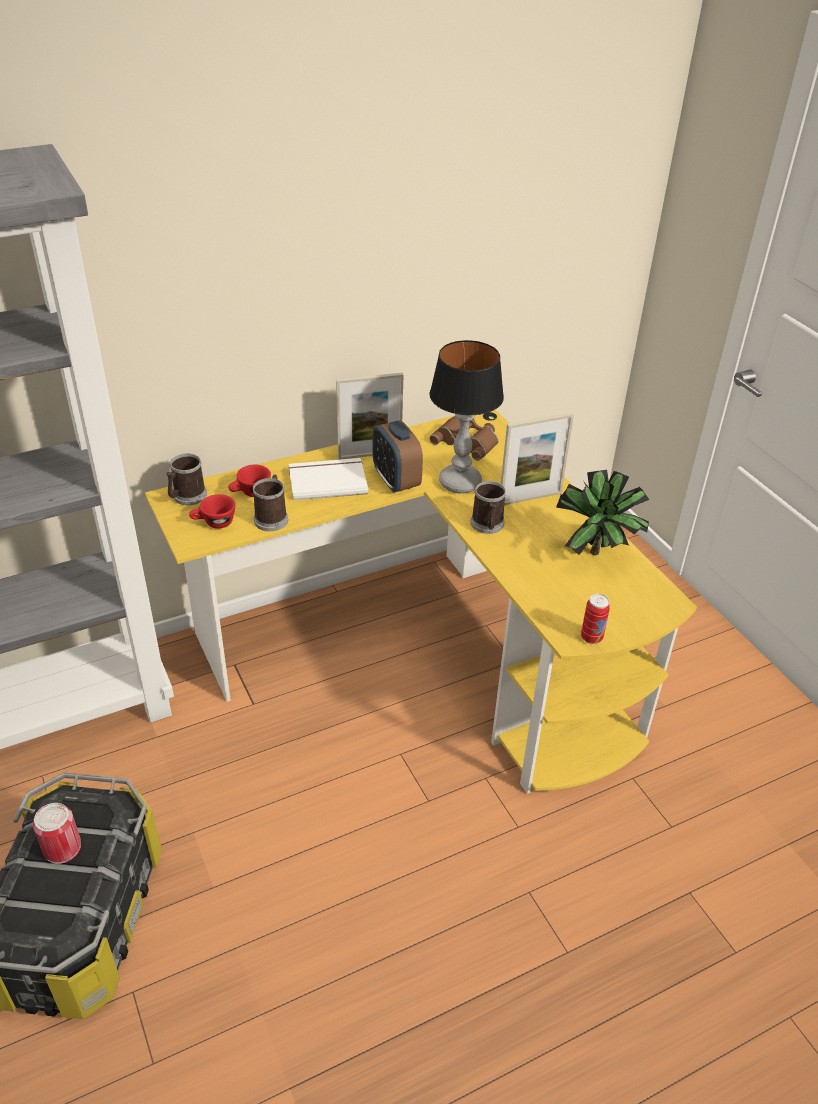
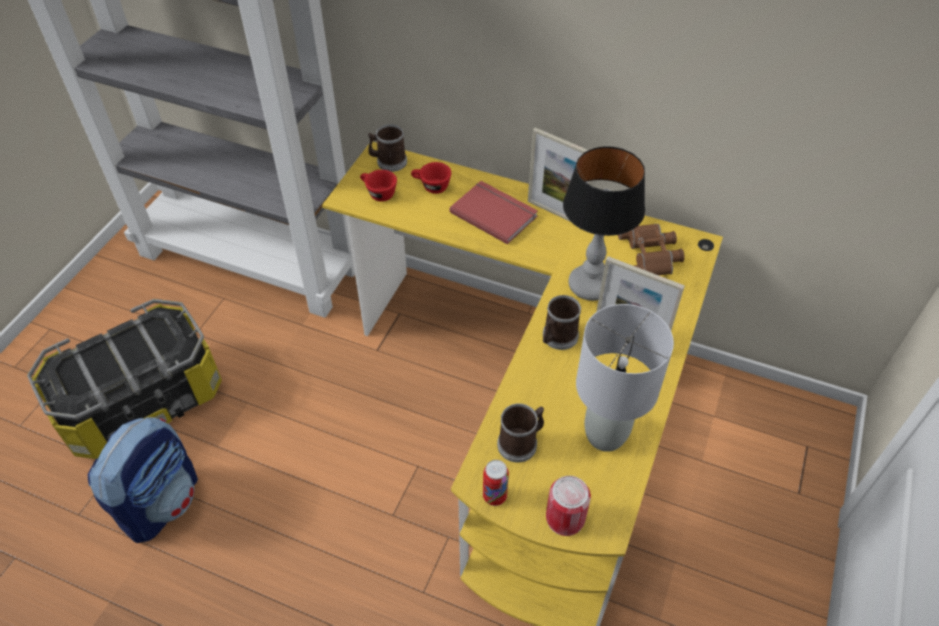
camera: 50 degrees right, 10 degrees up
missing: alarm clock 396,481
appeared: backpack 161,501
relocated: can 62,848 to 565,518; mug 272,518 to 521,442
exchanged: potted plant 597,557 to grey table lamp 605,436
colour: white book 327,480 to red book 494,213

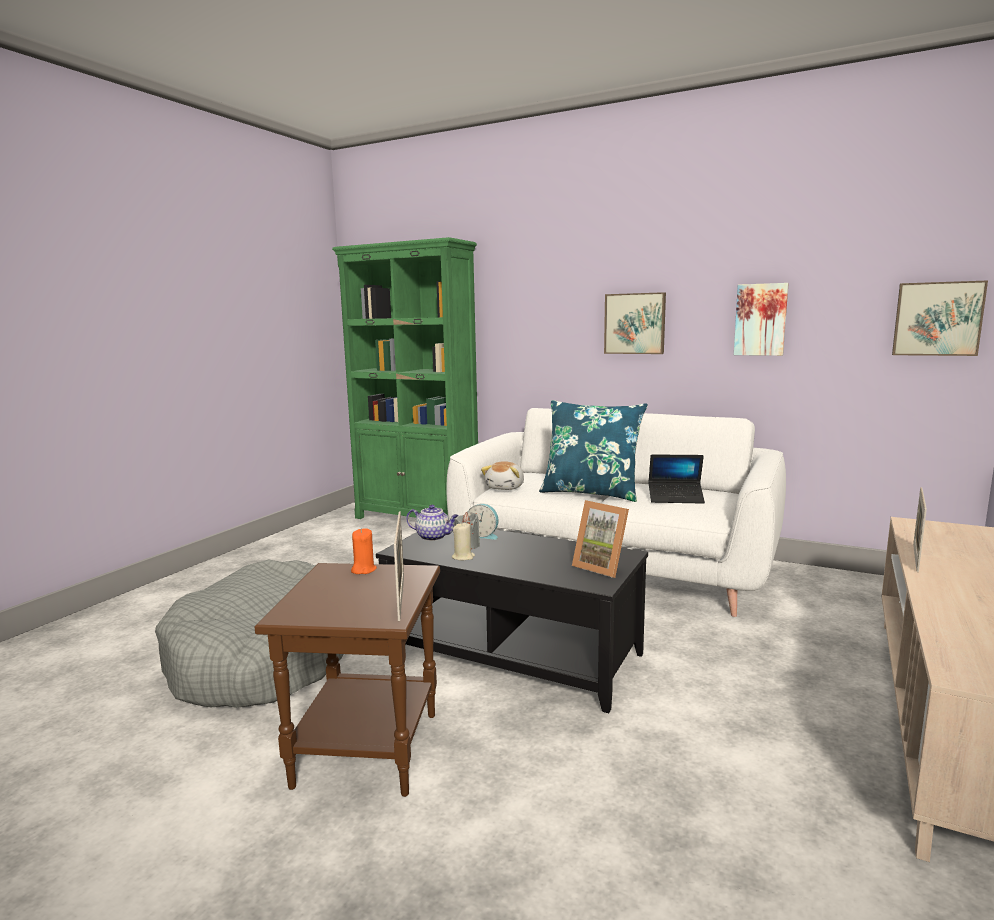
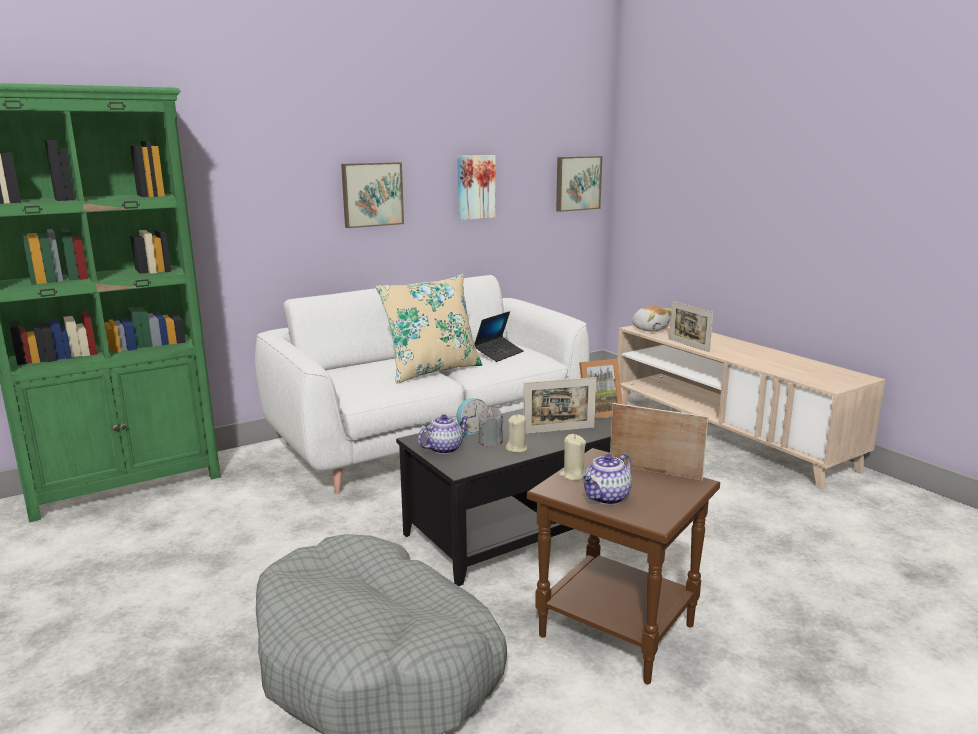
camera: 60 degrees left, 5 degrees up
appeared: picture frame 559,430; teapot 606,498
relocated: plush toy 506,487 to 650,329
colour: orange candle 363,570 to beige candle 573,475; blue pillow 591,493 to beige pillow 432,370

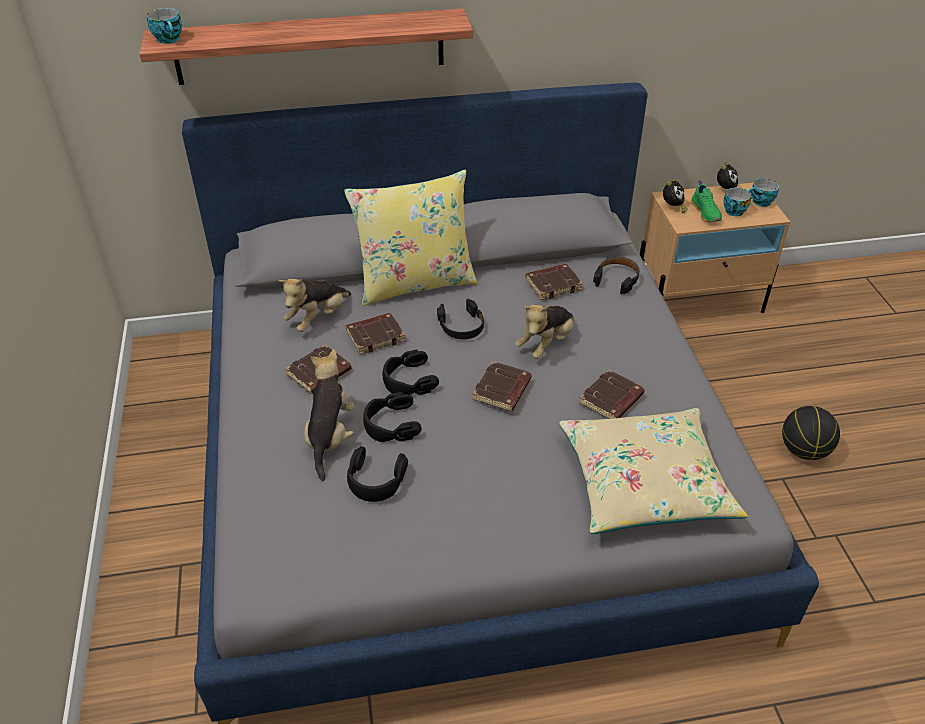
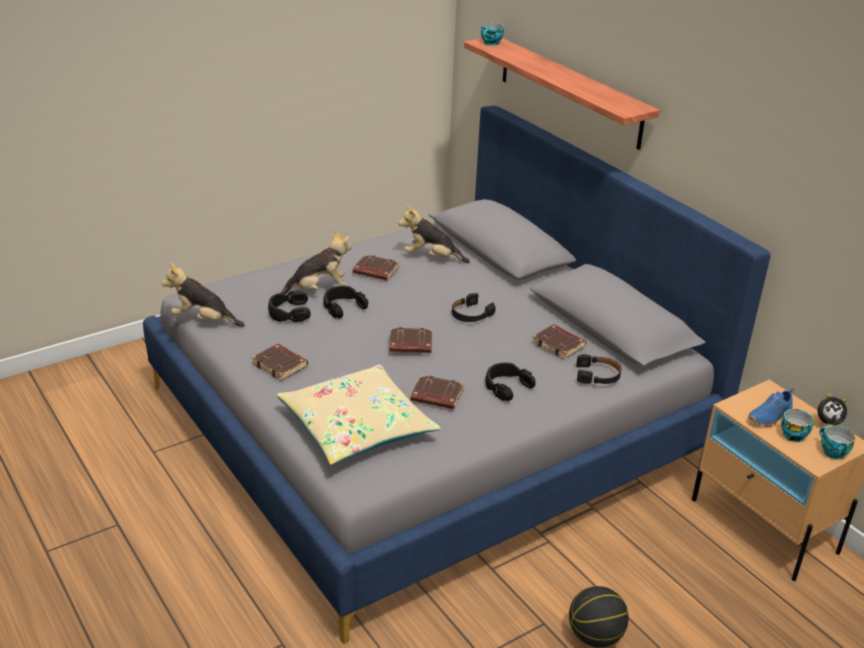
camera: 65 degrees right, 10 degrees down
missing: yellow pillow 415,282; alarm clock 672,208
relocated: brown book 375,336 to 281,365; black headphones 408,380 to 506,386; plush toy 546,344 to 203,320
colour: green shoe 706,212 to blue shoe 770,417

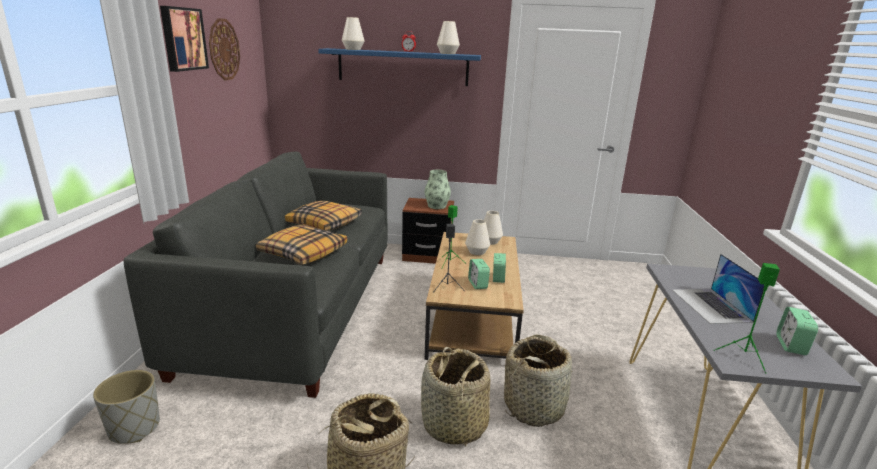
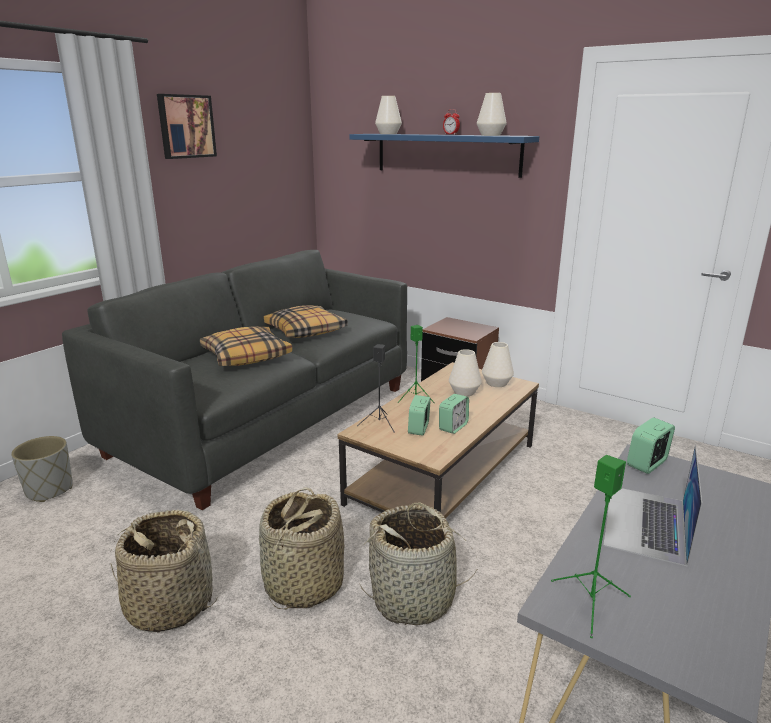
camera: 30 degrees right, 0 degrees up
missing: wall clock 224,49; vase 437,206
relocated: alarm clock 791,345 to 647,464

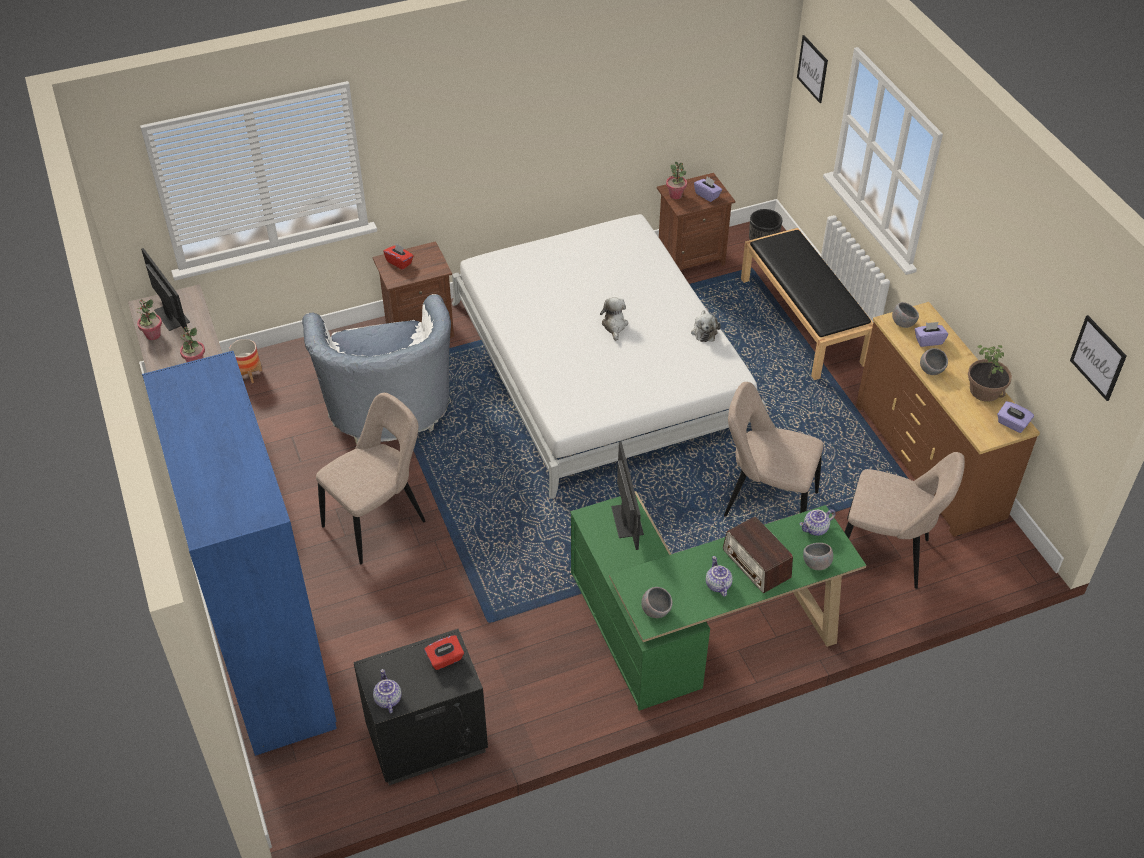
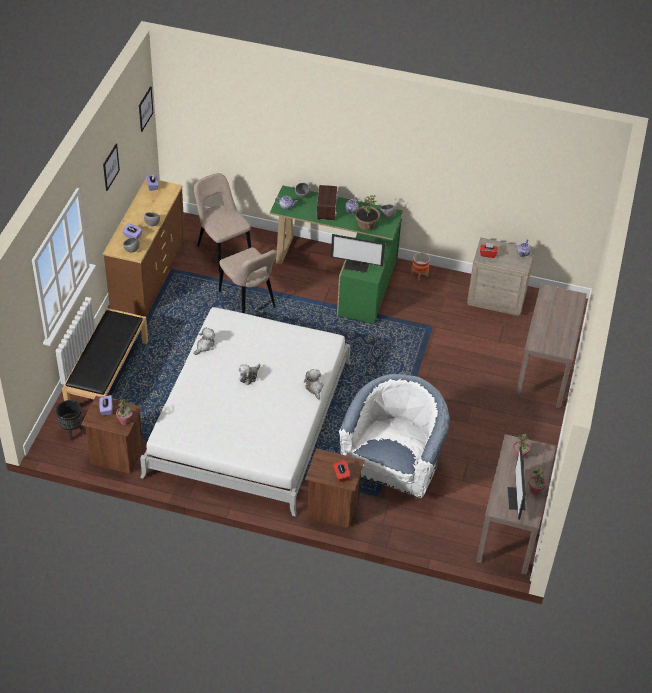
camera: 145 degrees left, 0 degrees up
missing: beige chair 378,521
appeared: plush toy 314,388
relocated: planter 249,374 to 419,275; picture 812,69 to 110,167; potted plant 985,390 to 366,224
exchanged: blue wardrobe 271,654 to brown console table 545,370
colour: black nightstand 427,740 to beige nightstand 496,298
spun: monitor 626,520 = 357,266 105 degrees counterclockwise

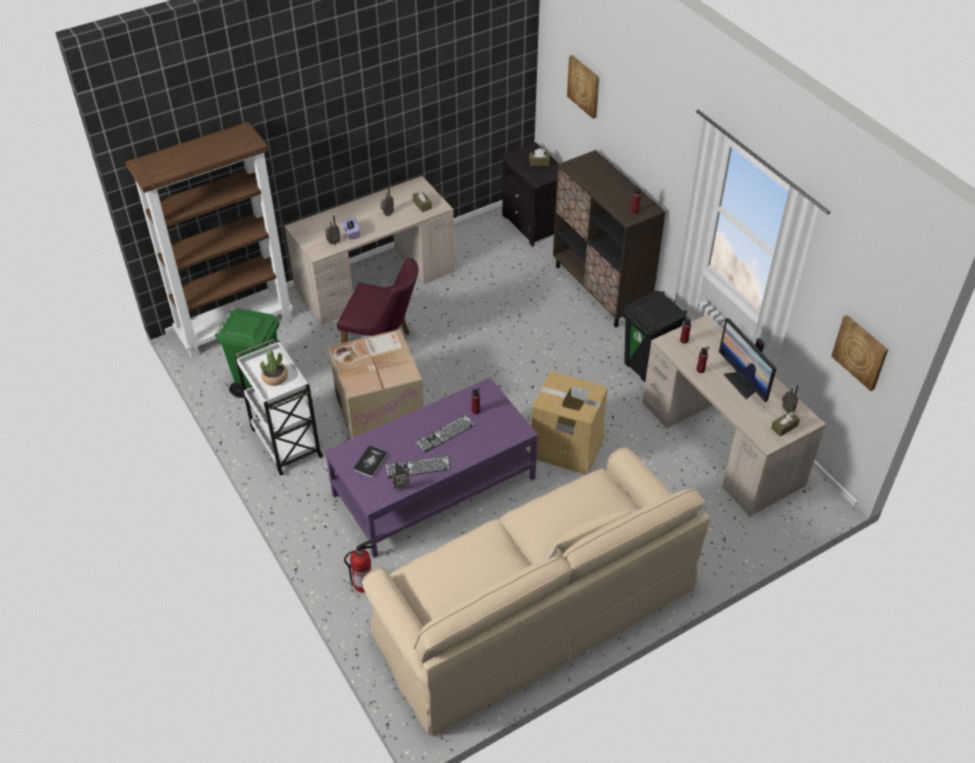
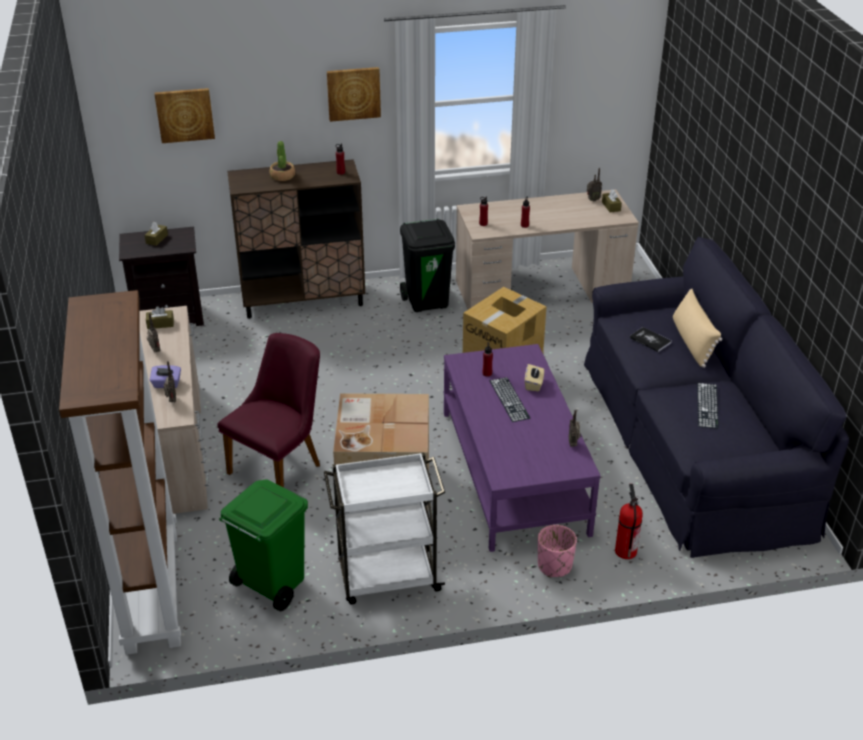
camera: 70 degrees left, 10 degrees down
missing: monitor 742,383
appeared: beige tissue box 534,384; pink planter 554,566
relocated: potted plant 275,377 to 282,176; book 370,462 to 650,340; keyboard 418,467 to 707,405; picture 860,352 to 353,93
colour: beige sofa 533,609 to black sofa 691,441

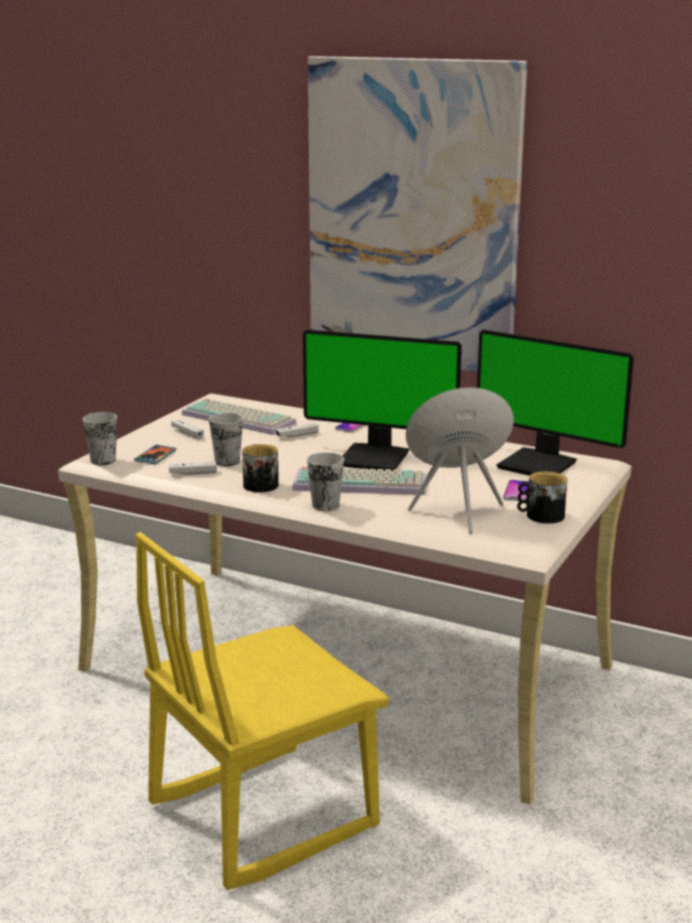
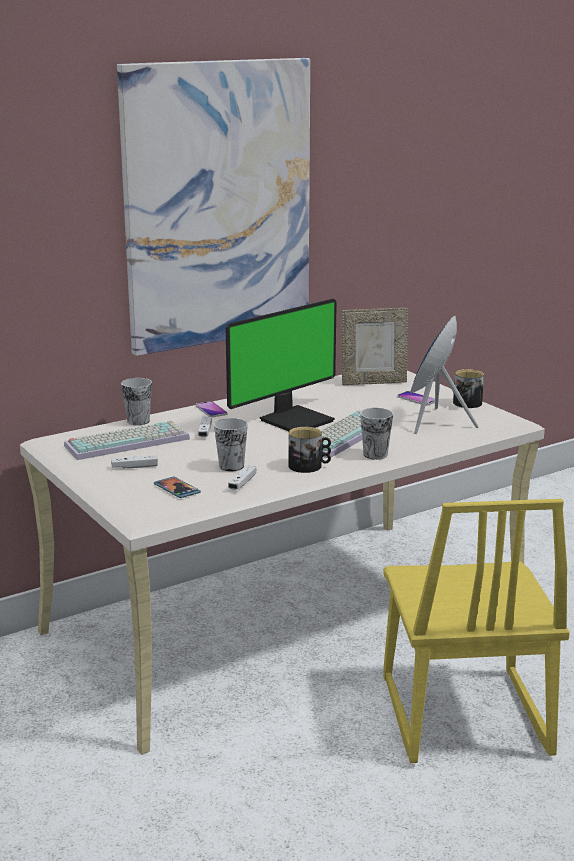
camera: 60 degrees left, 0 degrees up
relocated: cup 103,460 to 138,421
exchanged: monitor 539,464 to picture frame 373,382

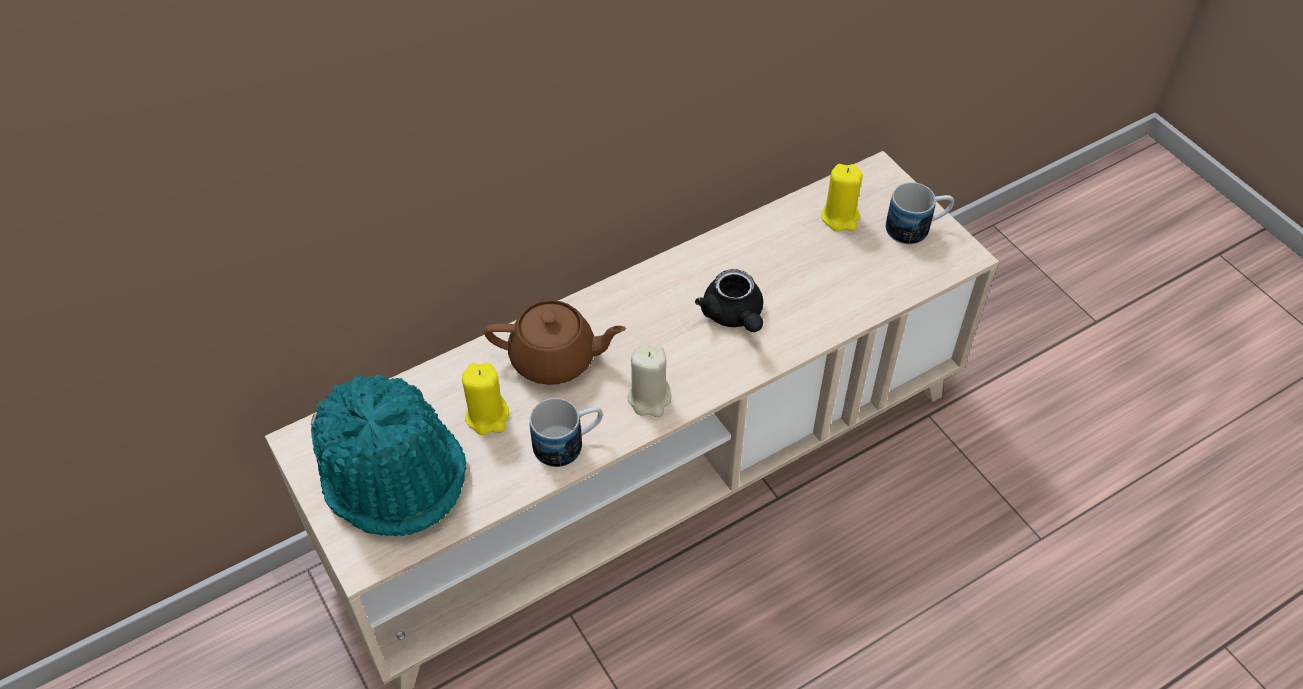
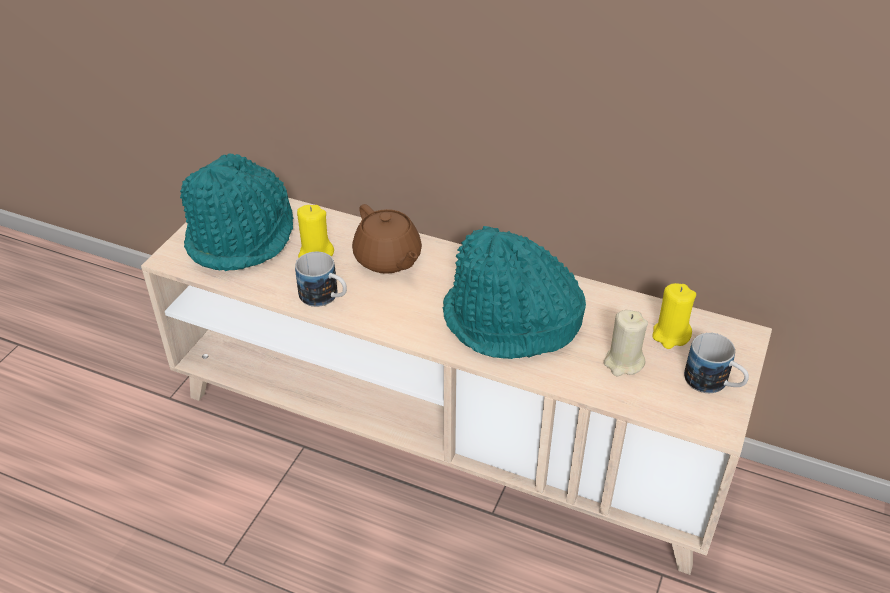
camera: 55 degrees right, 10 degrees down
relocated: beige candle 649,398 to 623,363
exchanged: black teapot 734,316 to turquoise hat 511,323

